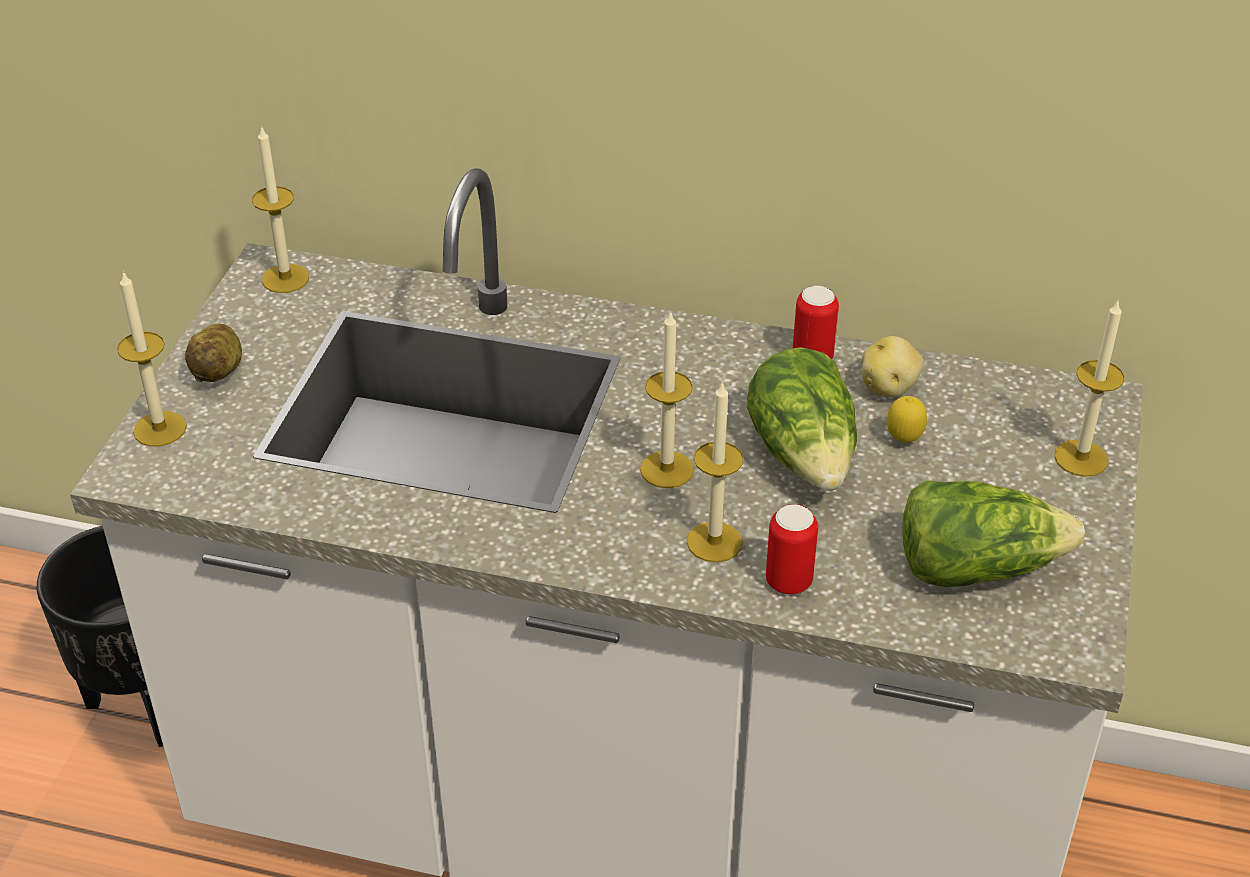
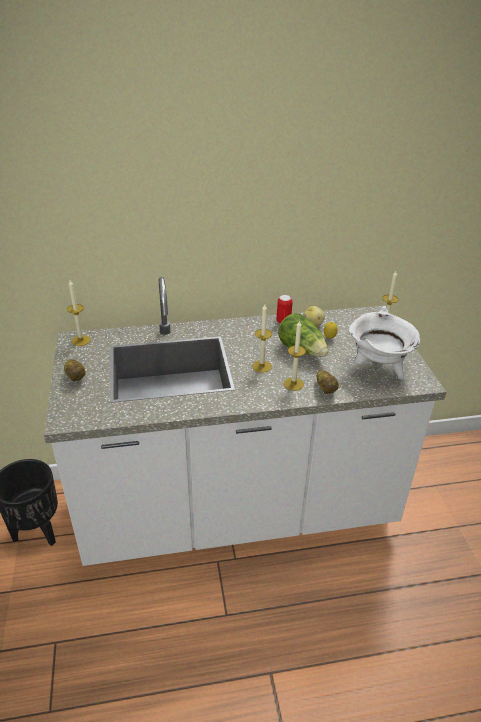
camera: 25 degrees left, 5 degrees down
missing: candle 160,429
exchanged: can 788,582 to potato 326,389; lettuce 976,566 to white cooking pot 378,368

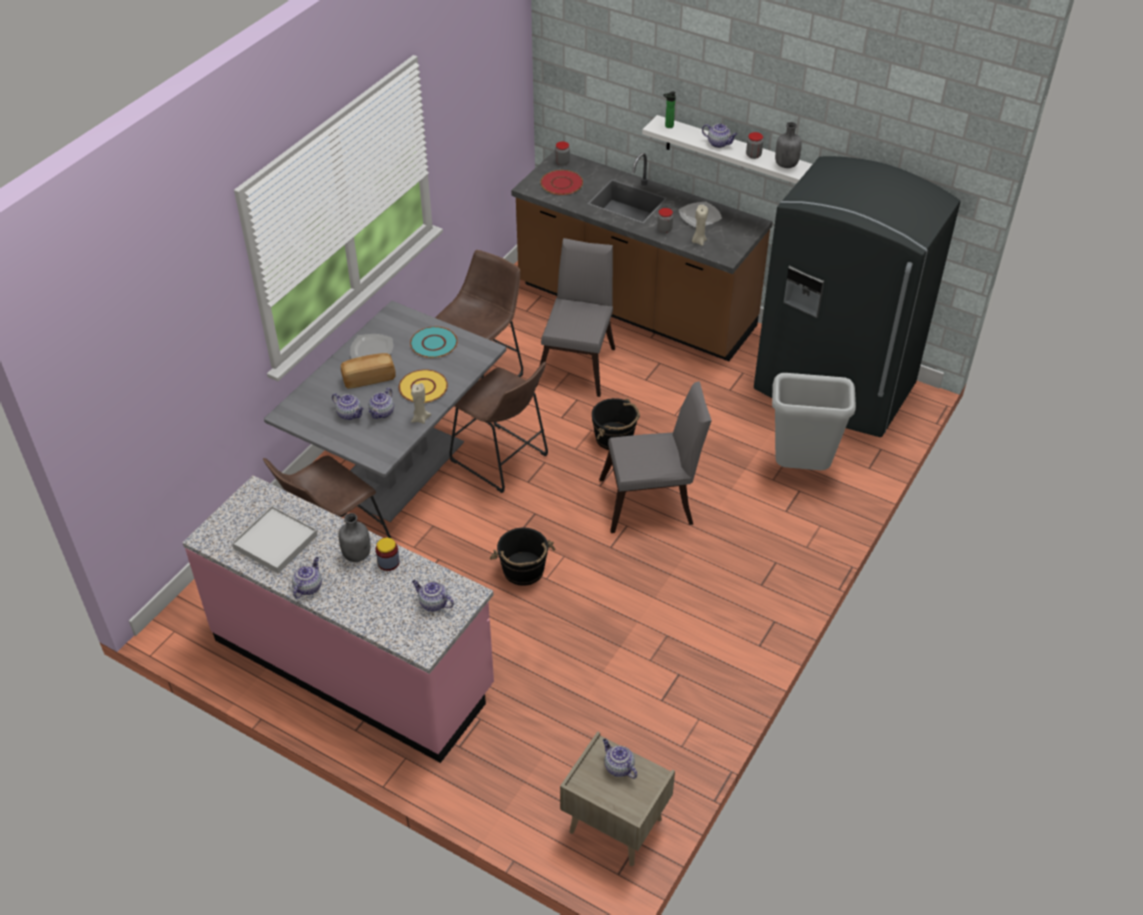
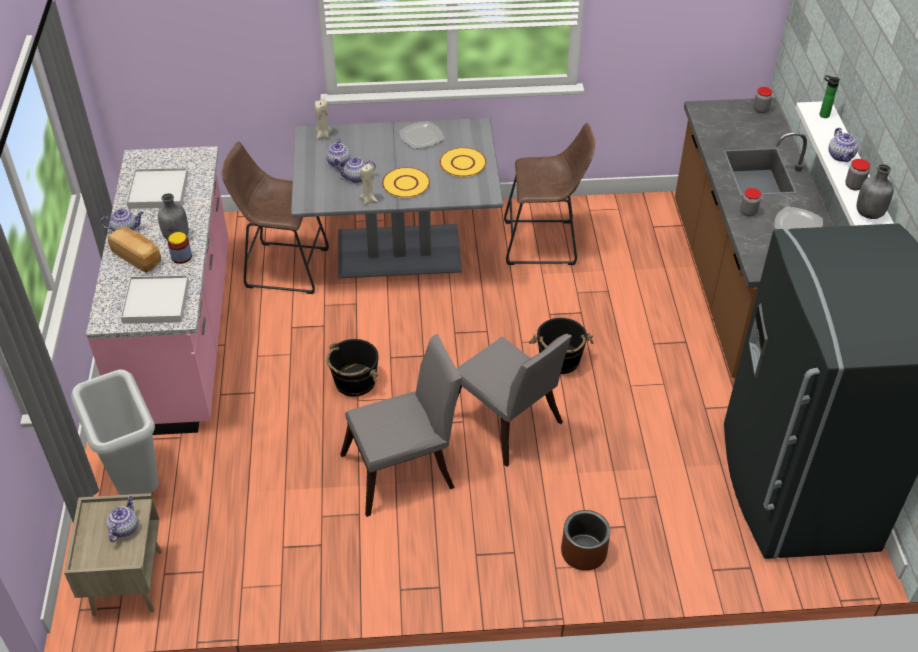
camera: 55 degrees right, 0 degrees up
missing: brown stool 502,461; red plate 562,183
appeared: brown planter 583,552
relocated: bread 368,378 to 137,257; grey chair 578,363 to 405,470; beige candle 698,241 to 323,135; grey trash can 800,470 to 136,486
exchanged: teapot 433,603 to white tray 156,302
colour: turquoise plate 433,343 to yellow plate 462,163

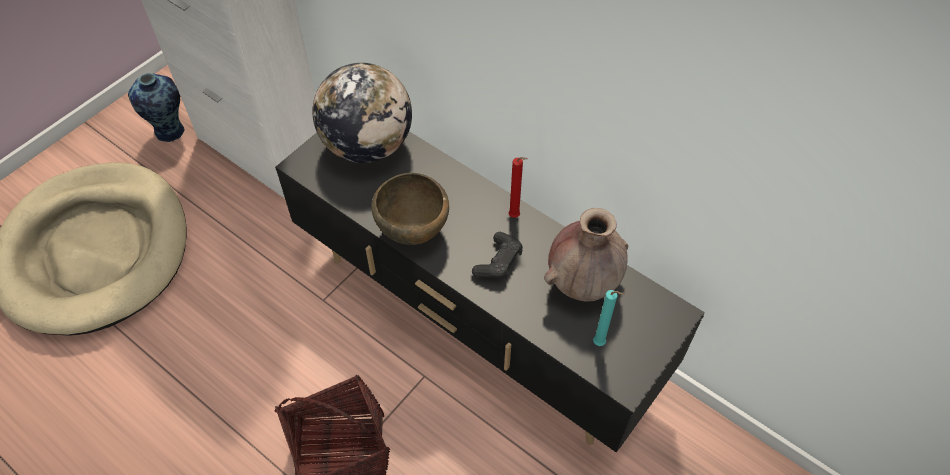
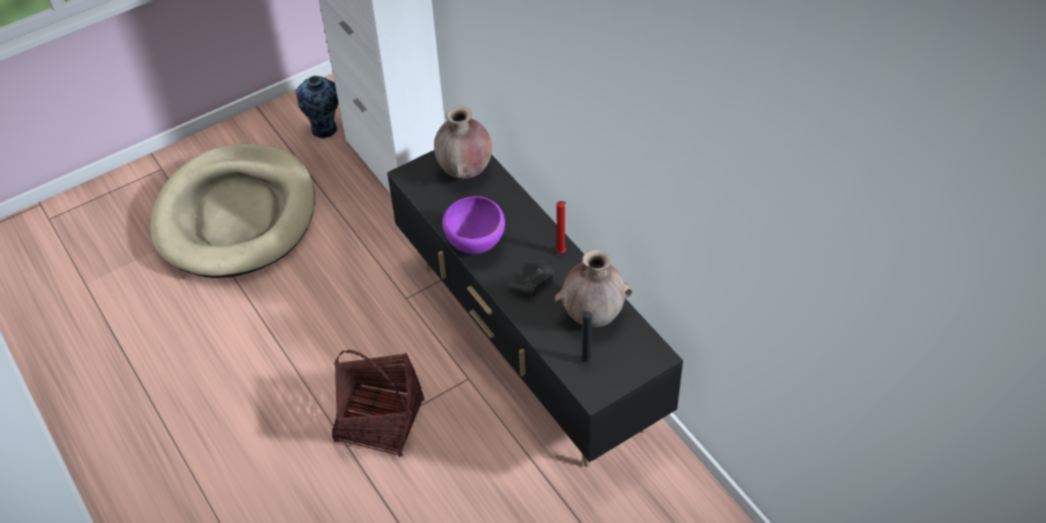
camera: 20 degrees right, 5 degrees down
exchanged: globe 368,146 to brown vase 465,171
colour: brown bowl 414,232 to purple bowl 476,246; turquoise candle 600,344 to black candle 587,362

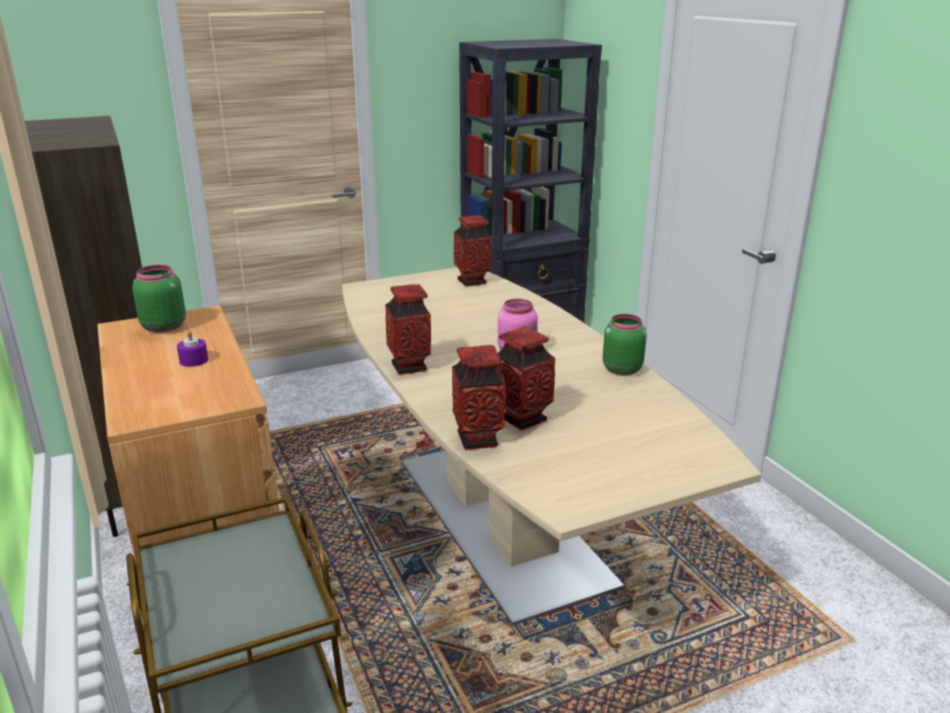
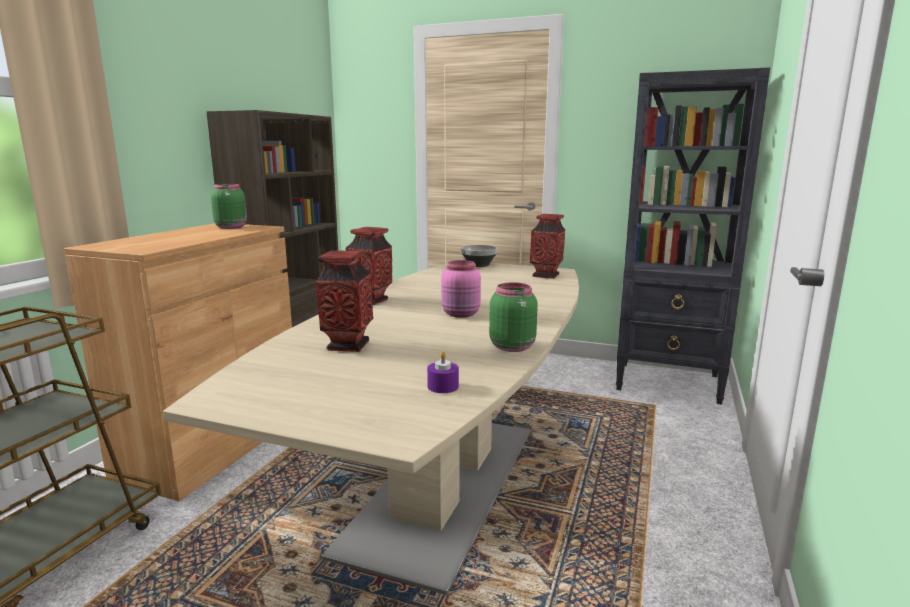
camera: 45 degrees right, 10 degrees down
missing: vase 478,439
appeared: bowl 479,265
relocated: purple candle 194,360 to 443,386

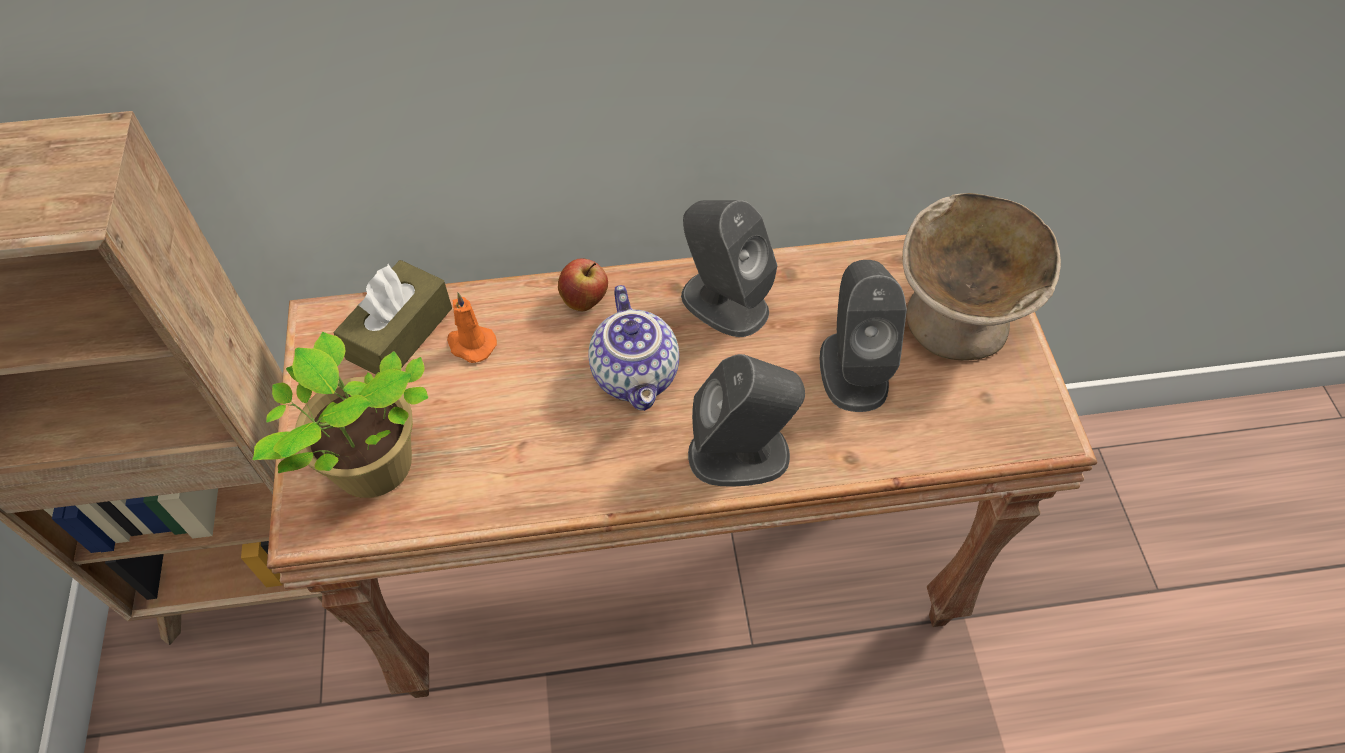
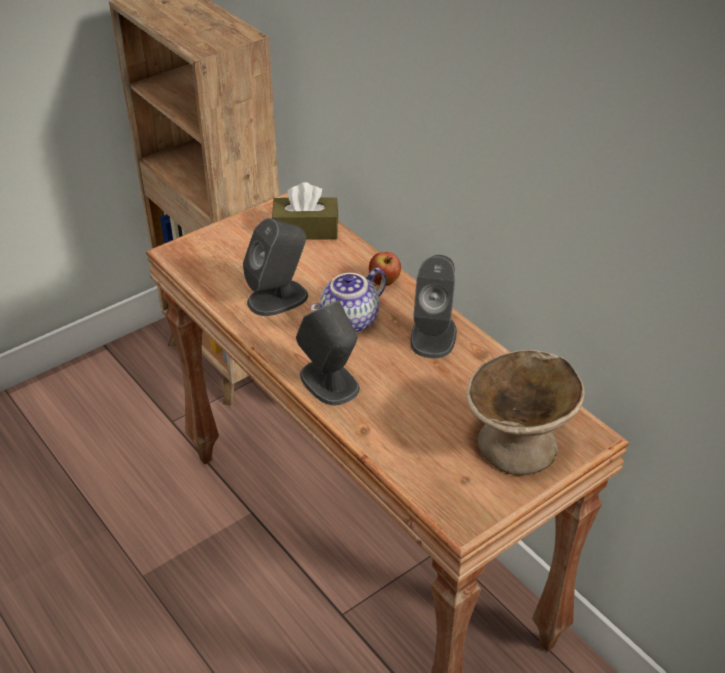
camera: 60 degrees right, 15 degrees down
missing: potted plant 372,470; orange candle 470,344
relocated: grey speaker 853,369 to 278,298

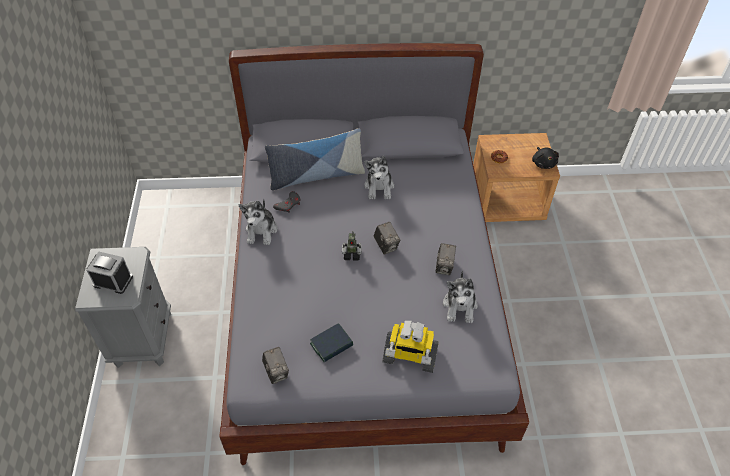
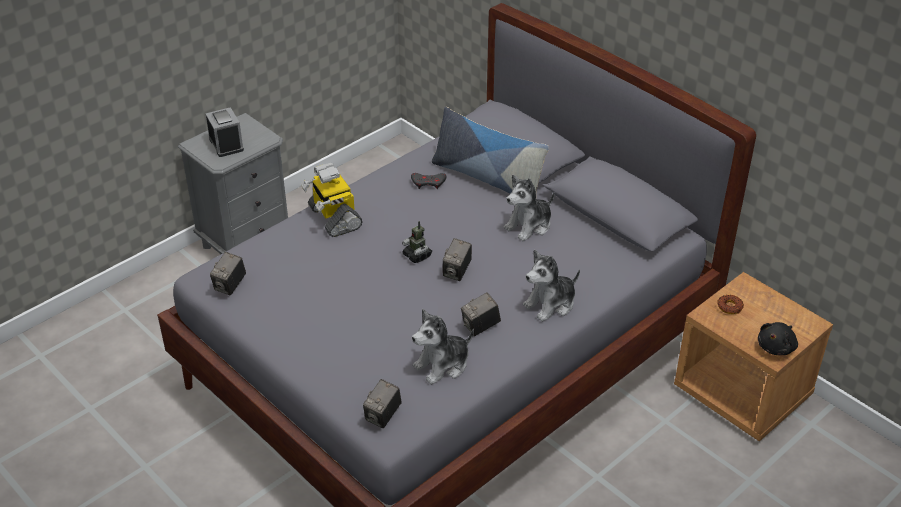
camera: 50 degrees right, 10 degrees down
missing: book 331,345
appeared: photo camera 383,416
relocated: plush toy 261,231 to 551,304; toy robot 409,356 to 333,218

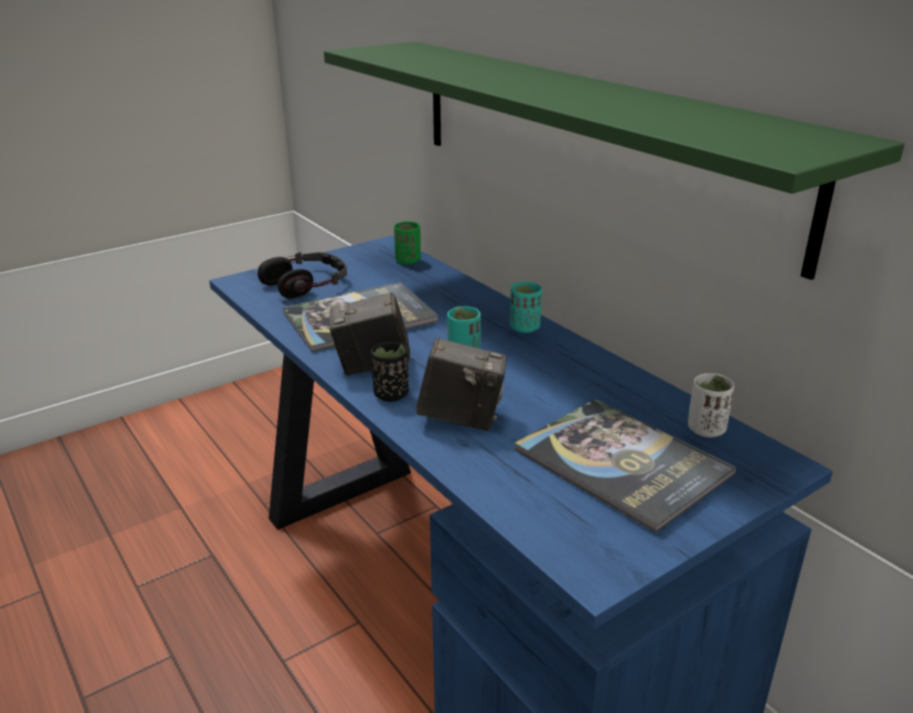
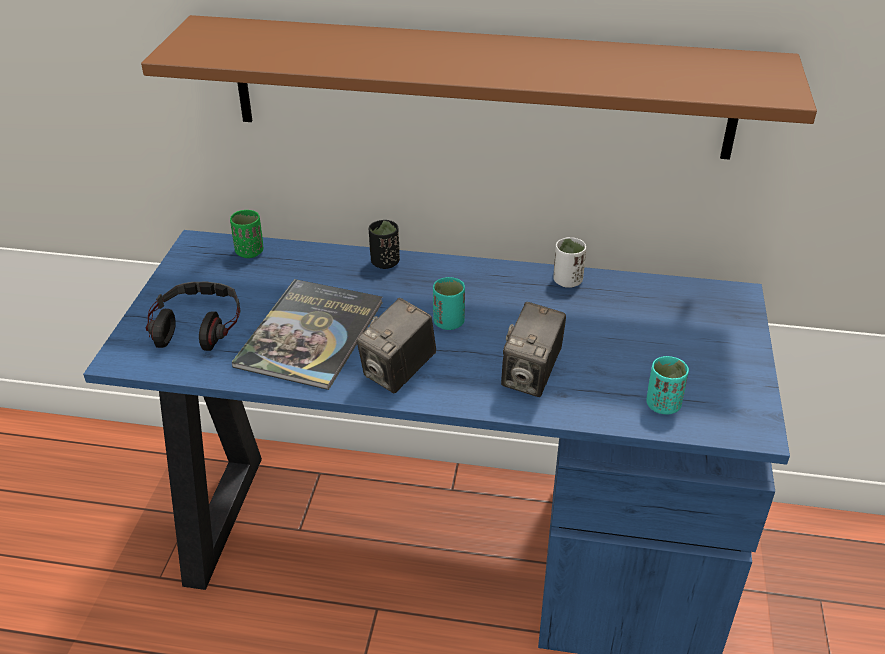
camera: 45 degrees left, 10 degrees up
missing: book 621,463
relocated: black cup 391,394 to 385,262; turquoise cup 524,328 to 663,405; white cup 706,429 to 567,281
colour: green shelf 586,138 to brown shelf 480,87
spun: photo camera 461,418 = 531,377 150 degrees clockwise

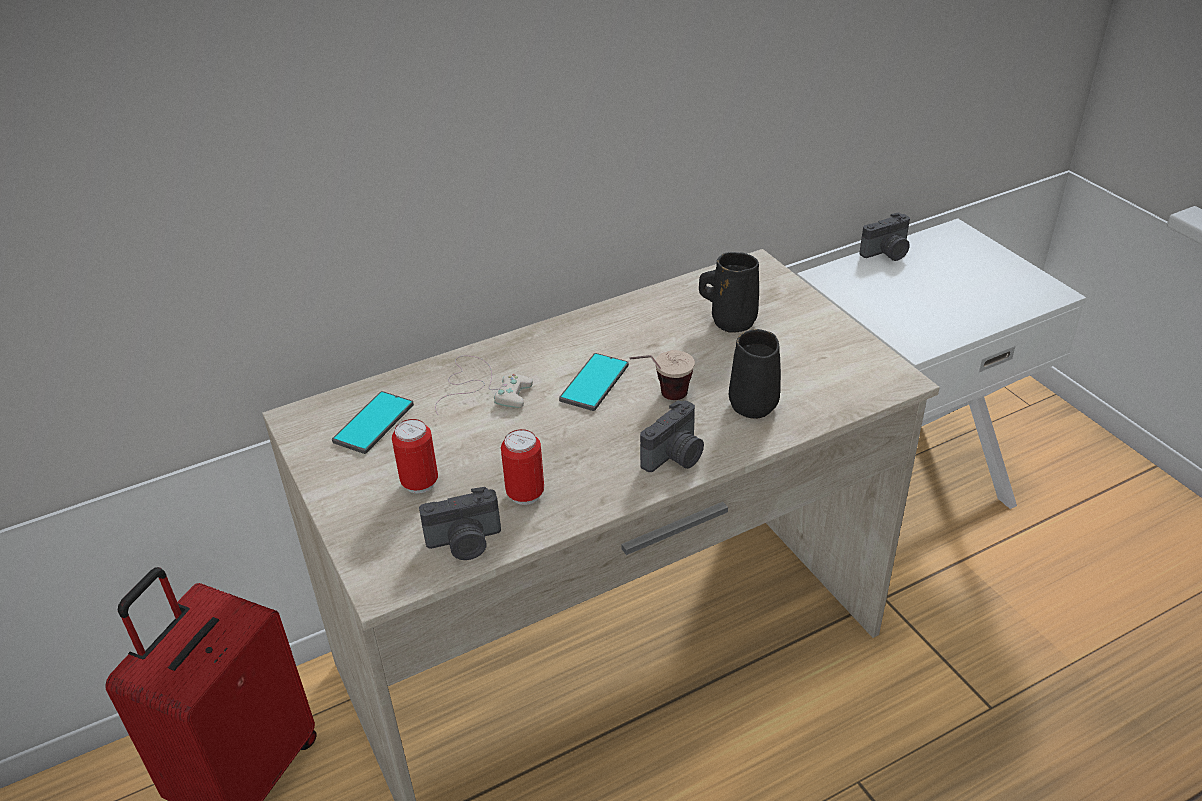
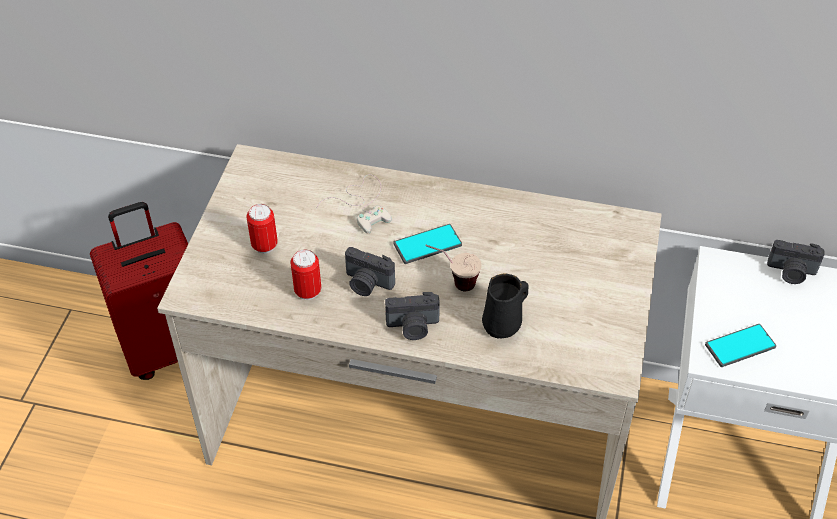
camera: 40 degrees right, 10 degrees up
missing: black mug 730,321
relocated: phone 374,423 to 740,346; photo camera 465,543 to 367,284

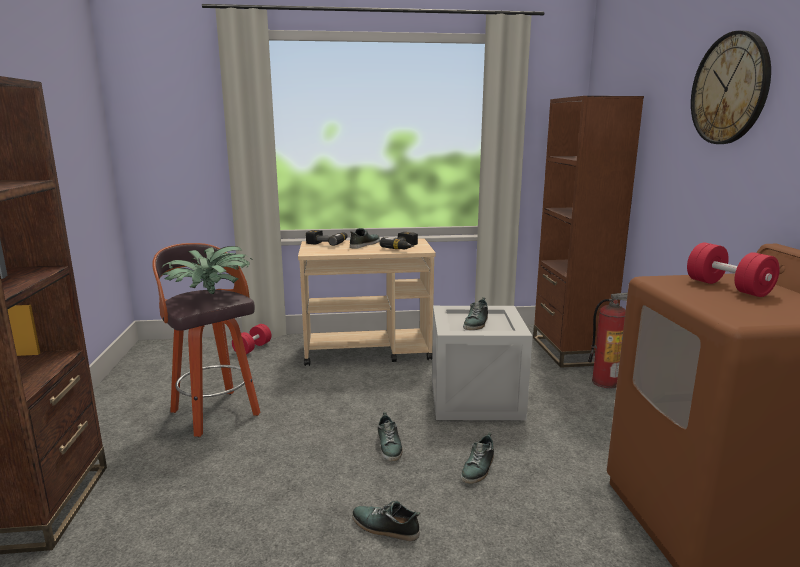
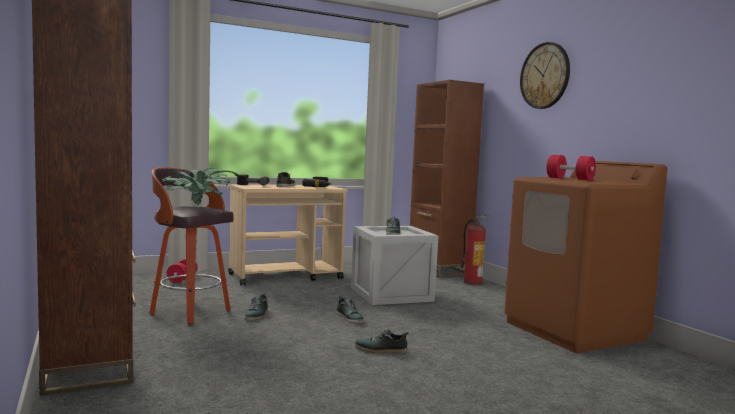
camera: 20 degrees left, 10 degrees down
relocated: shoe 478,468 to 257,315

